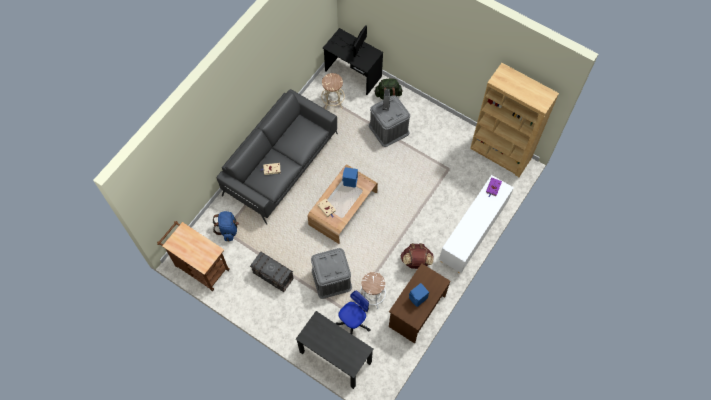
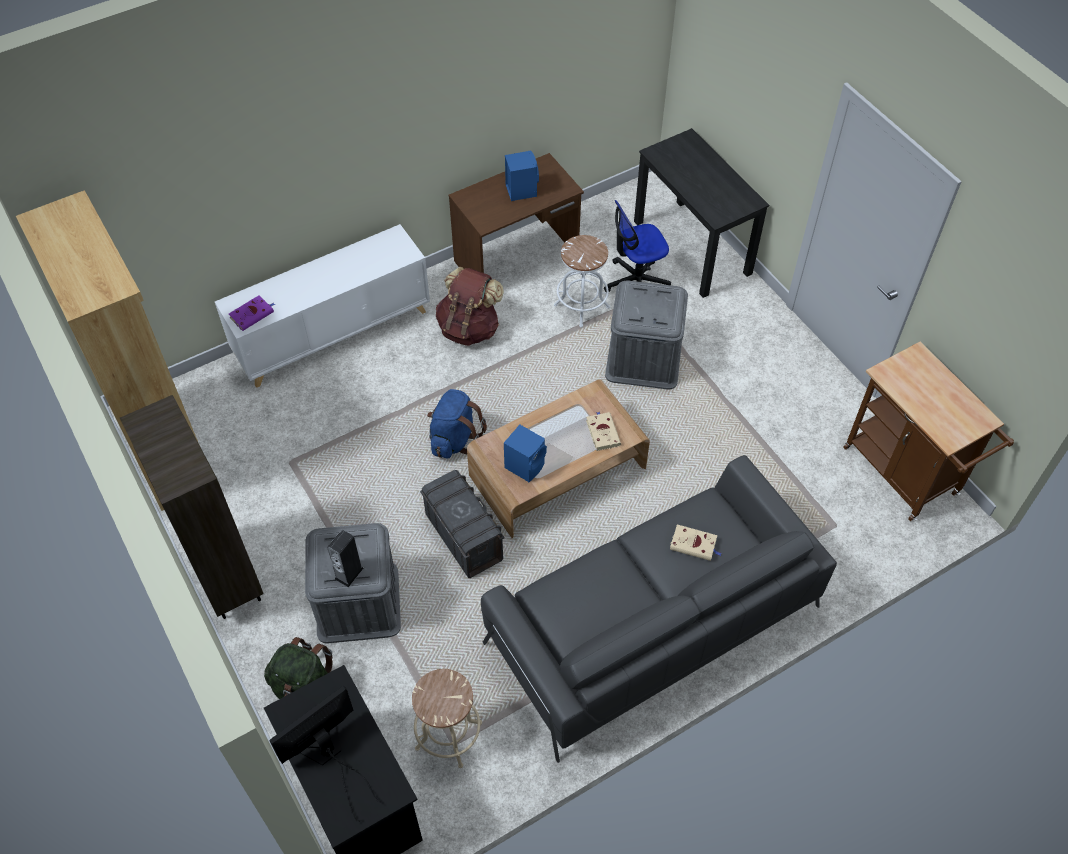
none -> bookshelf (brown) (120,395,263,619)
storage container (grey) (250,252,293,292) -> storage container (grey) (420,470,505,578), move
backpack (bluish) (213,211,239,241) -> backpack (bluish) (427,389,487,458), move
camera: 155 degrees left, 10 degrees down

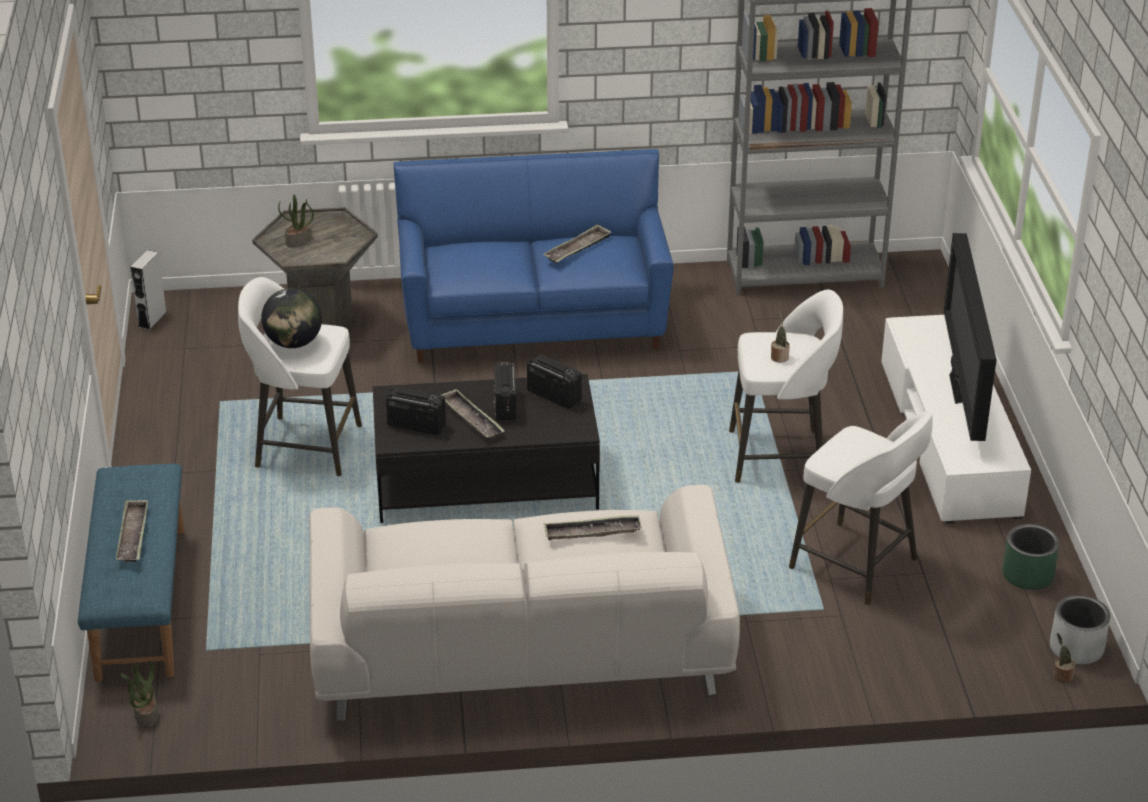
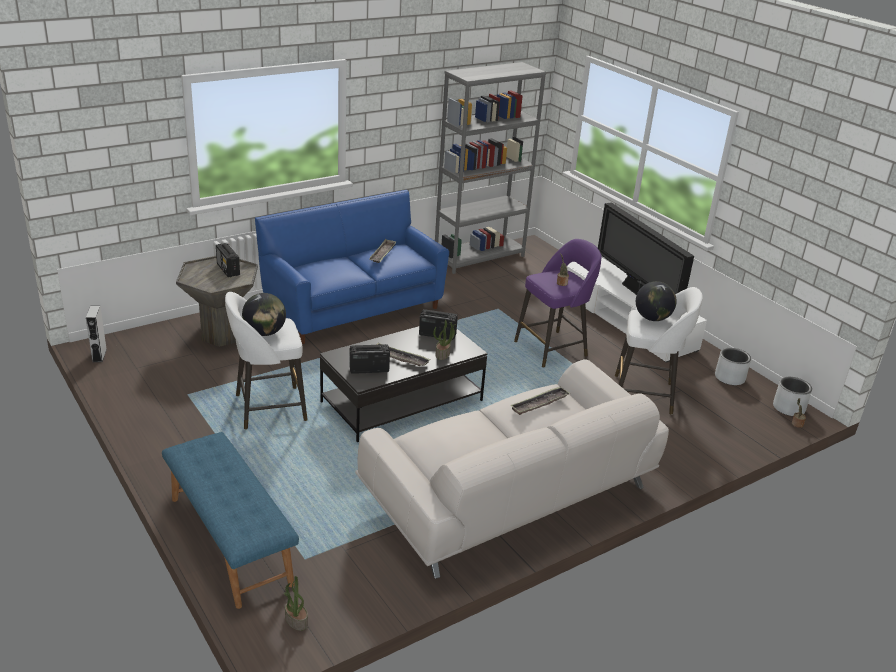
radio (494,361,516,421) -> radio (216,243,240,277), move
houseplant (278,194,314,248) -> houseplant (433,320,456,360), move
stool (whitish) (729,289,843,483) -> stool (purple-coloured) (514,239,602,367)
none -> world globe (636,281,676,321)
plant pot (greenish) (1002,524,1060,590) -> plant pot (grey) (715,348,751,385)
tray (116,500,148,562) -> none
camera: 30 degrees left, 5 degrees down

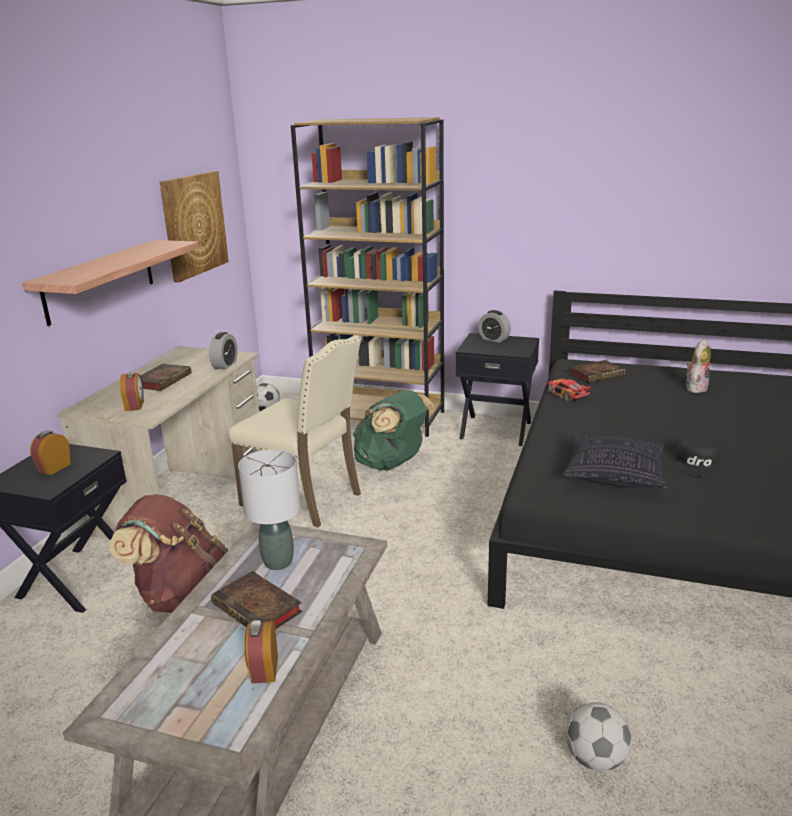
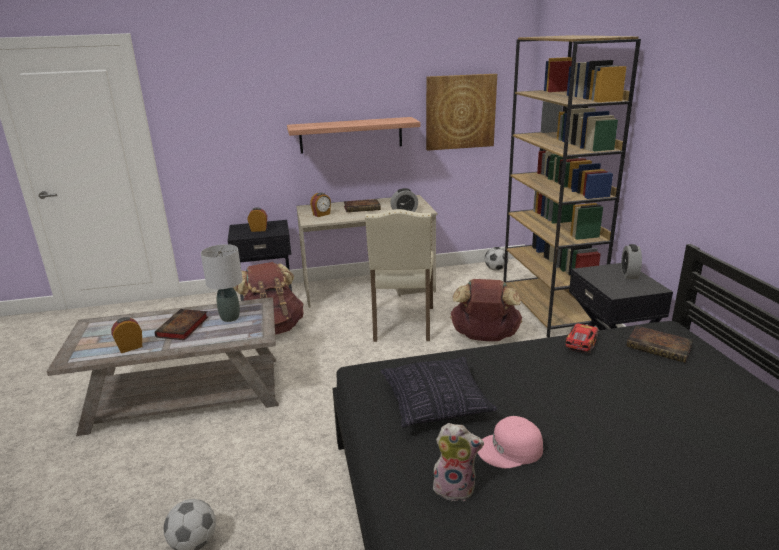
plush toy (686,339,711,393) -> plush toy (431,423,484,501), move
backpack (greenish) (353,390,435,470) -> backpack (brown) (450,279,522,341)
cap (black) (675,436,722,477) -> cap (pinkish) (478,416,543,468)
camera: 60 degrees right, 0 degrees up

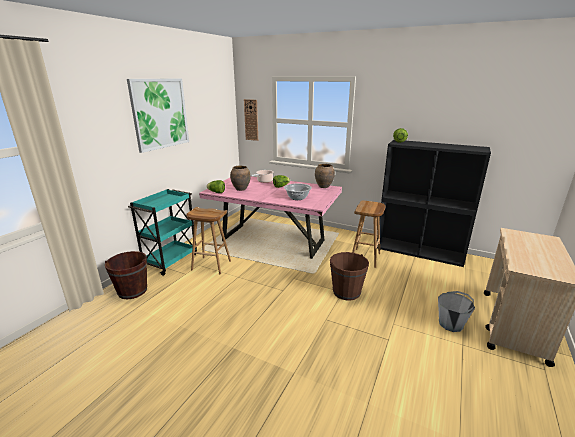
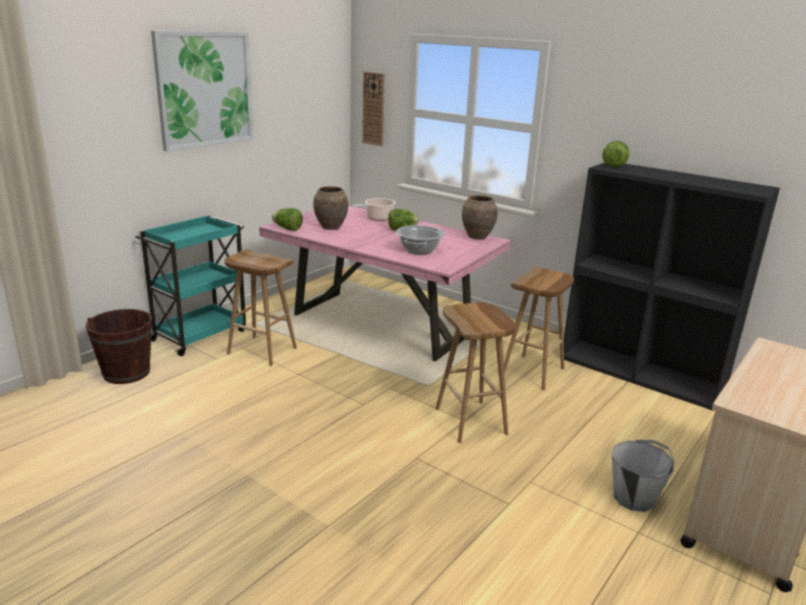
pail (brown) (330,252,369,300) -> stool (brown) (435,302,516,443)
camera: 10 degrees right, 0 degrees up

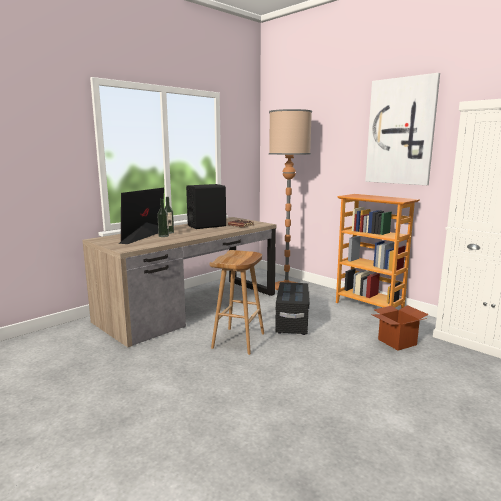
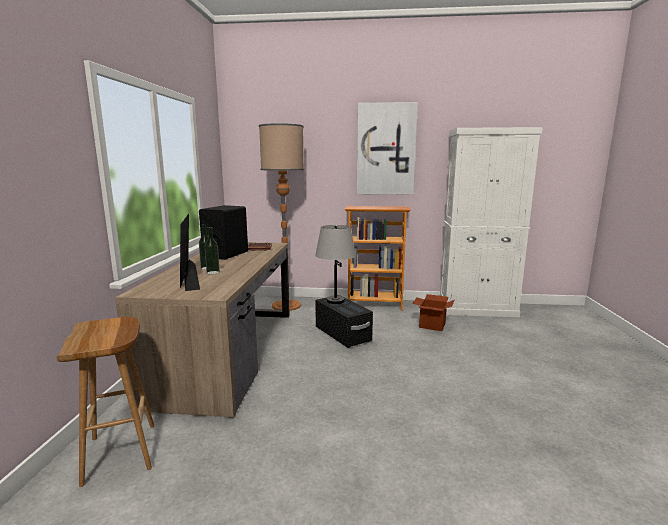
stool (brown) (210,250,264,355) -> stool (brown) (57,317,154,487), move
none -> table lamp (grey) (315,225,356,304)
camera: 40 degrees left, 0 degrees up

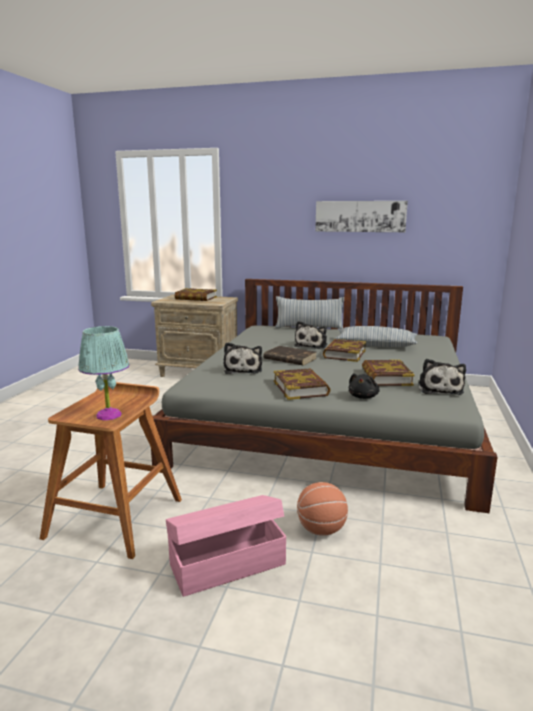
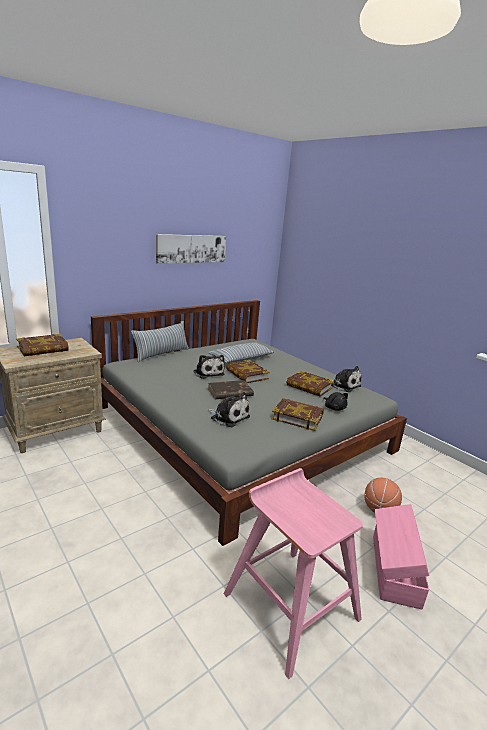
stool (brown) (40,382,182,559) -> stool (pinkish) (224,468,363,679)
table lamp (turquoise) (78,326,130,420) -> none
camera: 55 degrees left, 5 degrees up

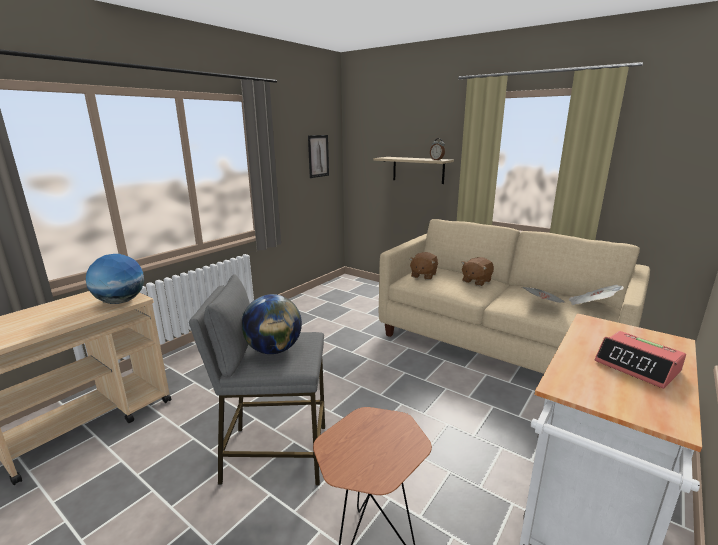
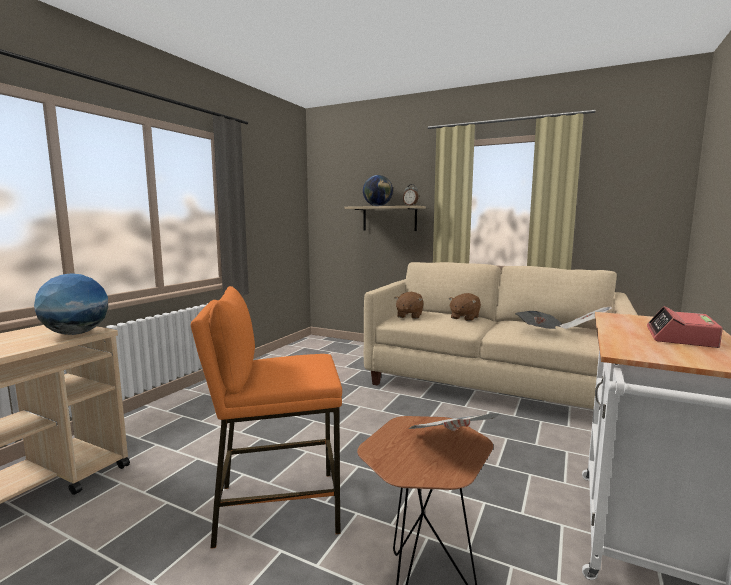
stool (grey) (189,275,325,485) -> stool (orangey) (191,286,342,549)
world globe (242,294,302,354) -> world globe (363,175,393,206), move
none -> newspaper (409,414,501,431)
alarm clock (595,331,686,389) -> alarm clock (647,306,723,348), 75 degrees clockwise
wall picture (308,135,329,178) -> none
camera: 10 degrees left, 10 degrees down

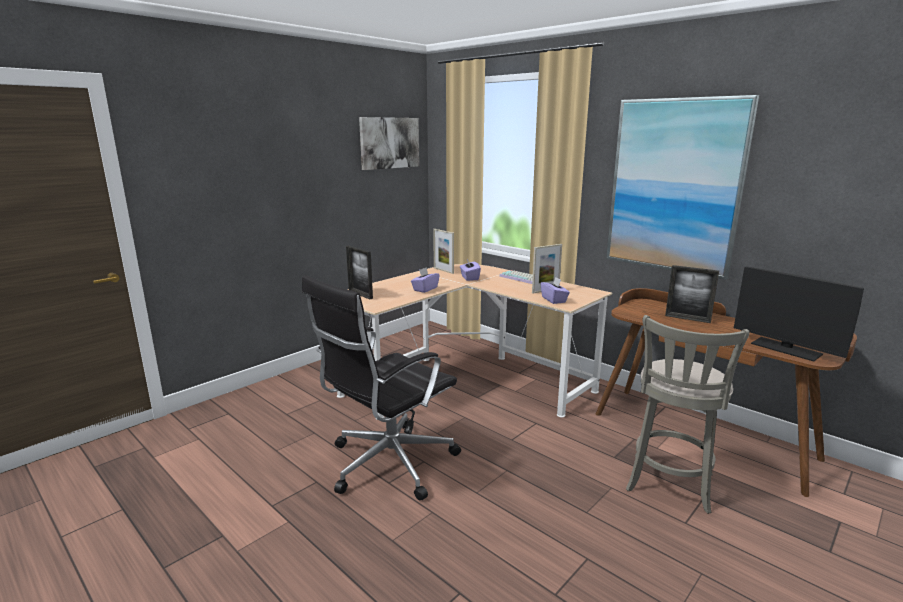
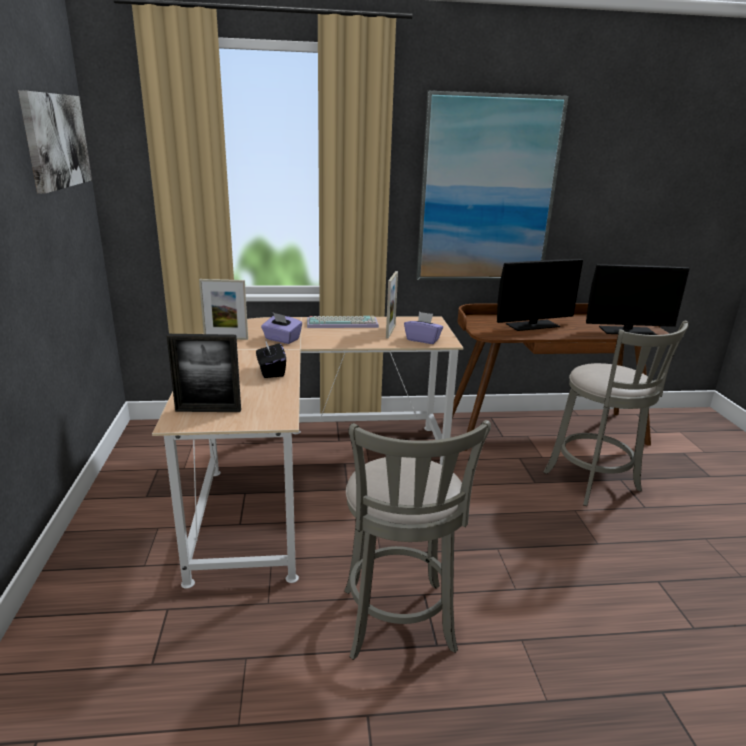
tissue box (purple-coloured) (411,267,440,293) -> tissue box (black) (256,339,286,378)
office chair (black) (302,275,461,500) -> stool (grey) (344,420,491,660)
standing frame (665,265,719,323) -> computer screen (497,259,583,331)
camera: 50 degrees left, 5 degrees up

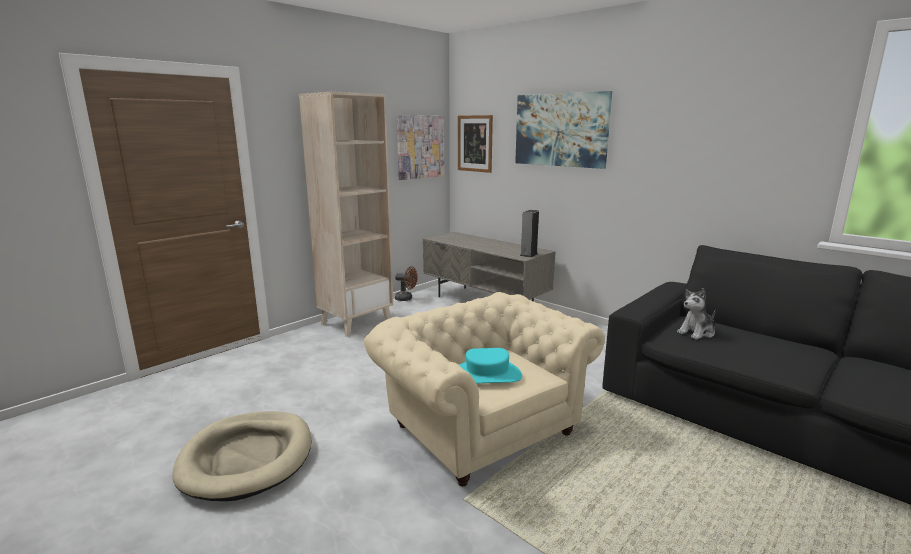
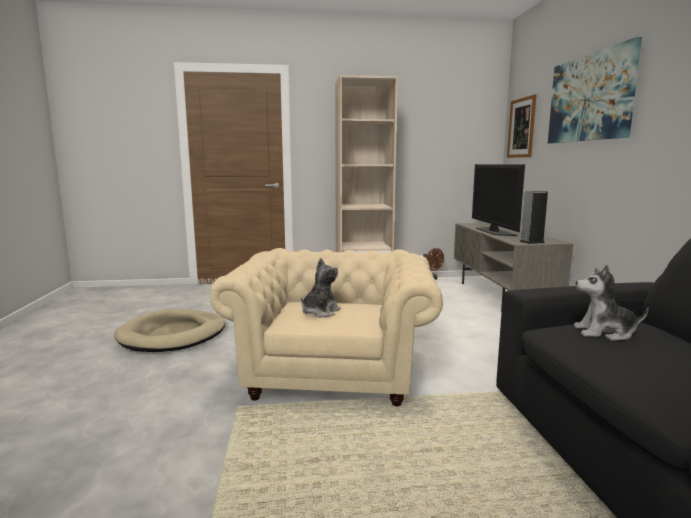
clothing hat (turquoise) (459,348,522,384) -> plush toy (301,258,341,317)
none -> TV set (472,164,525,236)
wall picture (397,115,444,180) -> none
camera: 40 degrees right, 5 degrees down

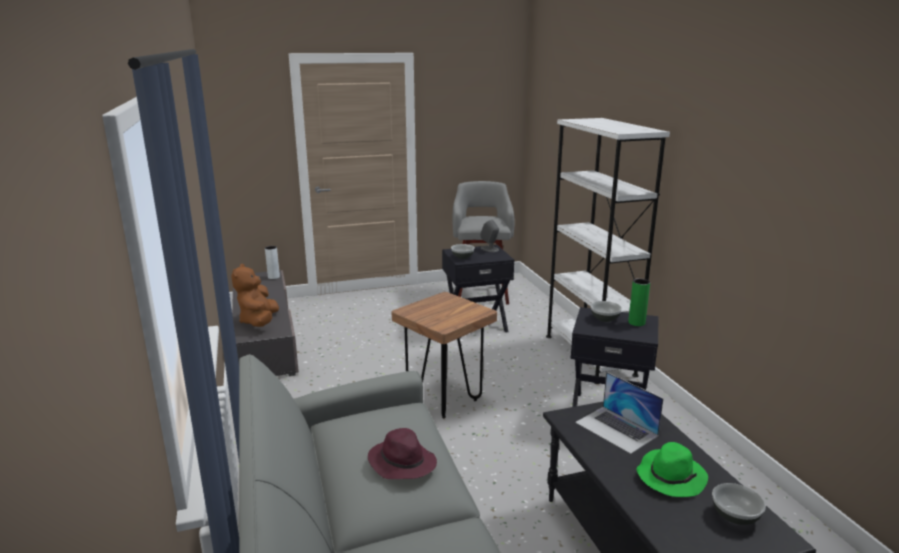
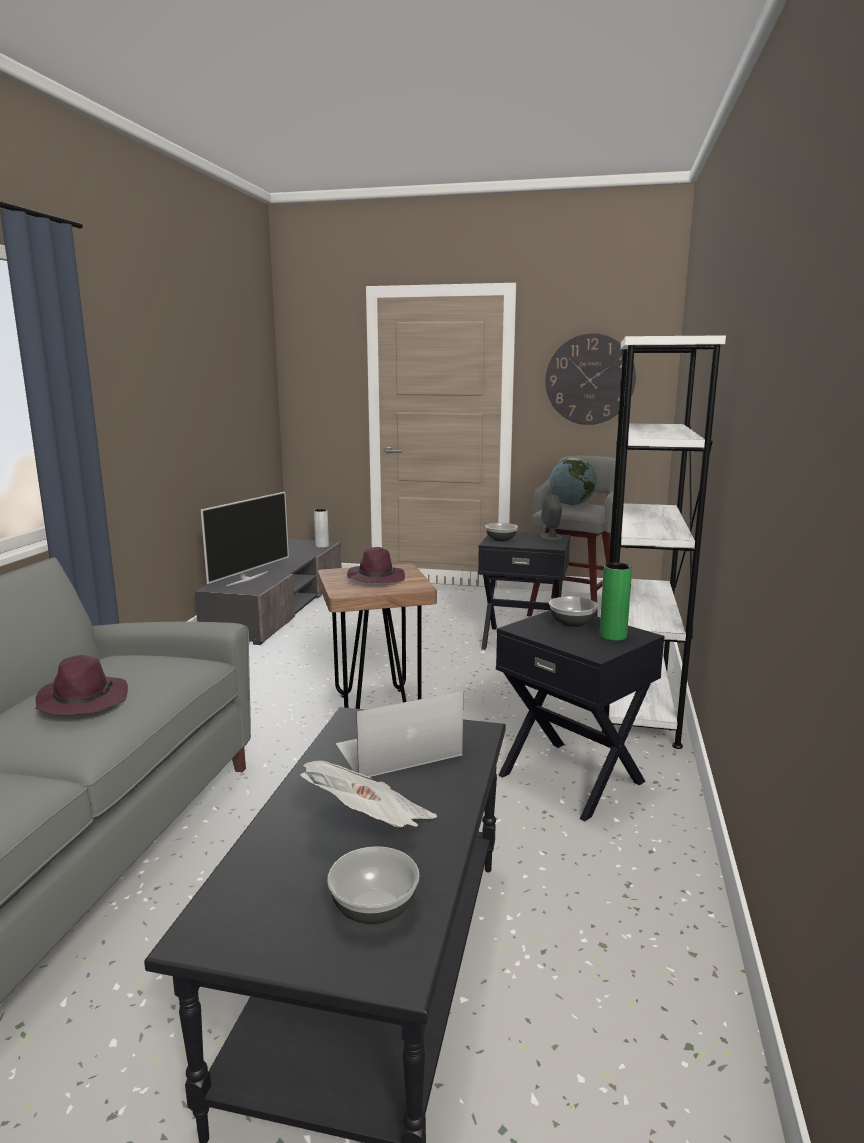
plush toy (brown) (231,264,279,327) -> TV set (201,492,289,586)
clothing hat (greenish) (636,442,708,497) -> newspaper (300,760,437,828)
portable computer (575,372,664,454) -> portable computer (336,691,463,777), 75 degrees clockwise
none -> clothing hat (purple-coloured) (347,547,405,583)
none -> clock on the wall (545,333,636,425)
none -> world globe (549,458,597,505)
camera: 30 degrees right, 5 degrees down

